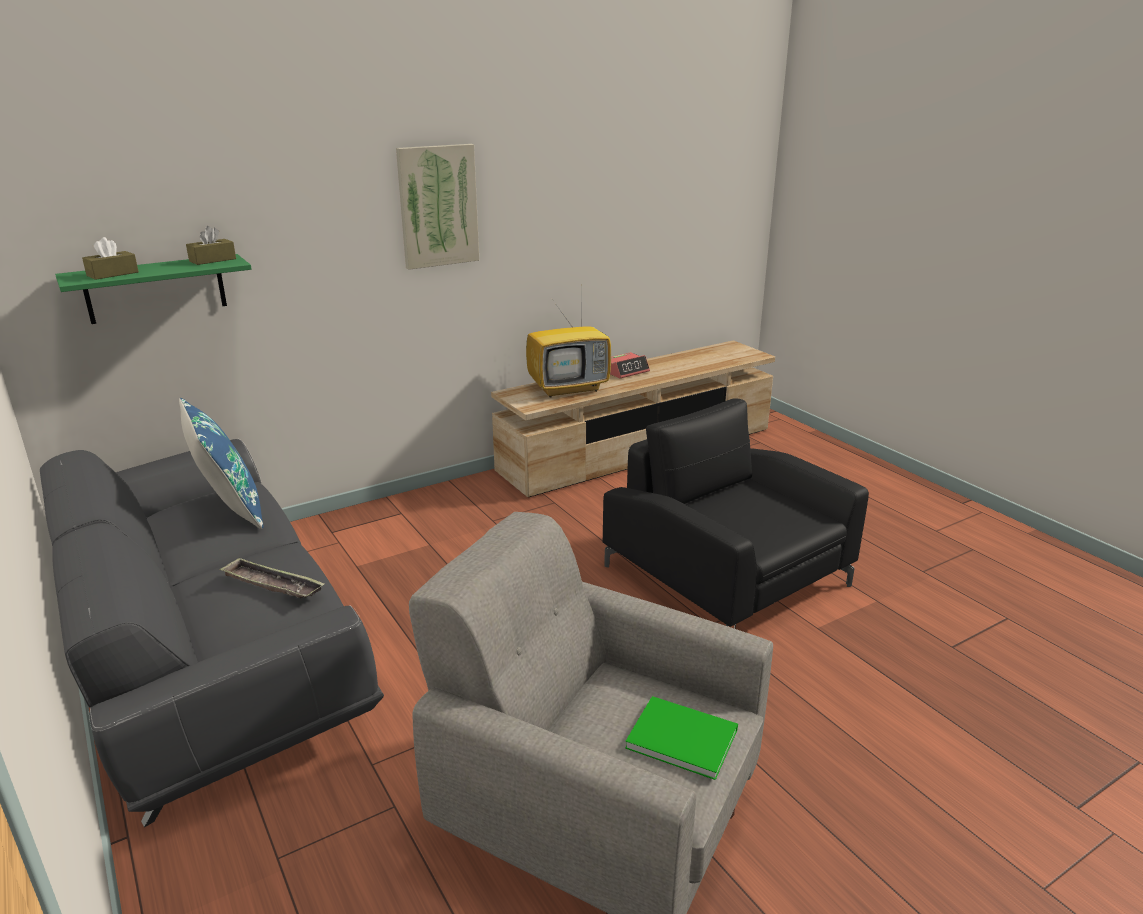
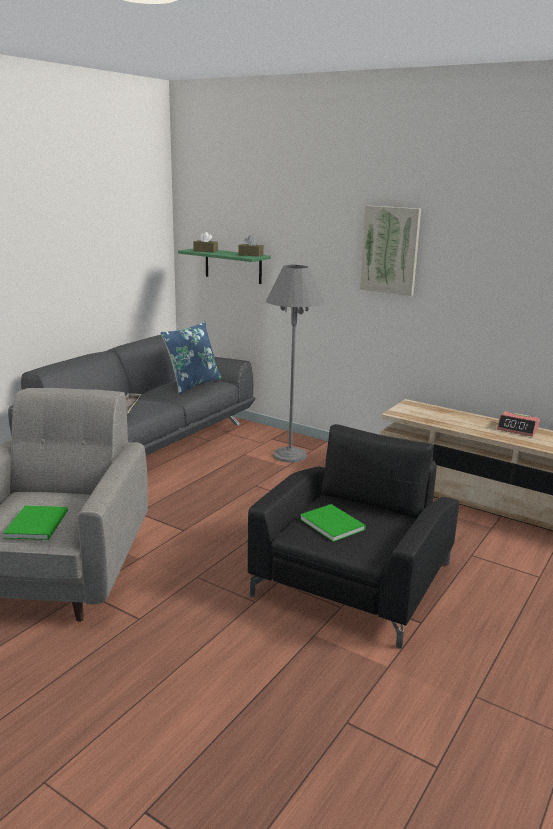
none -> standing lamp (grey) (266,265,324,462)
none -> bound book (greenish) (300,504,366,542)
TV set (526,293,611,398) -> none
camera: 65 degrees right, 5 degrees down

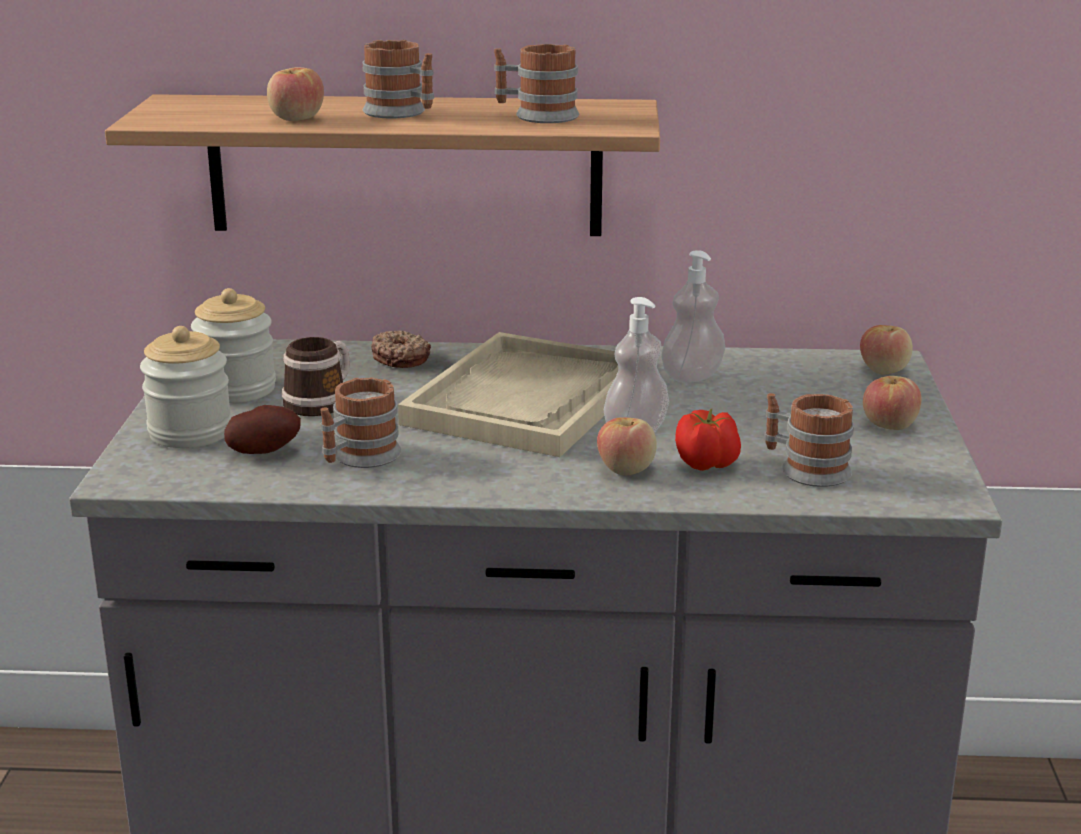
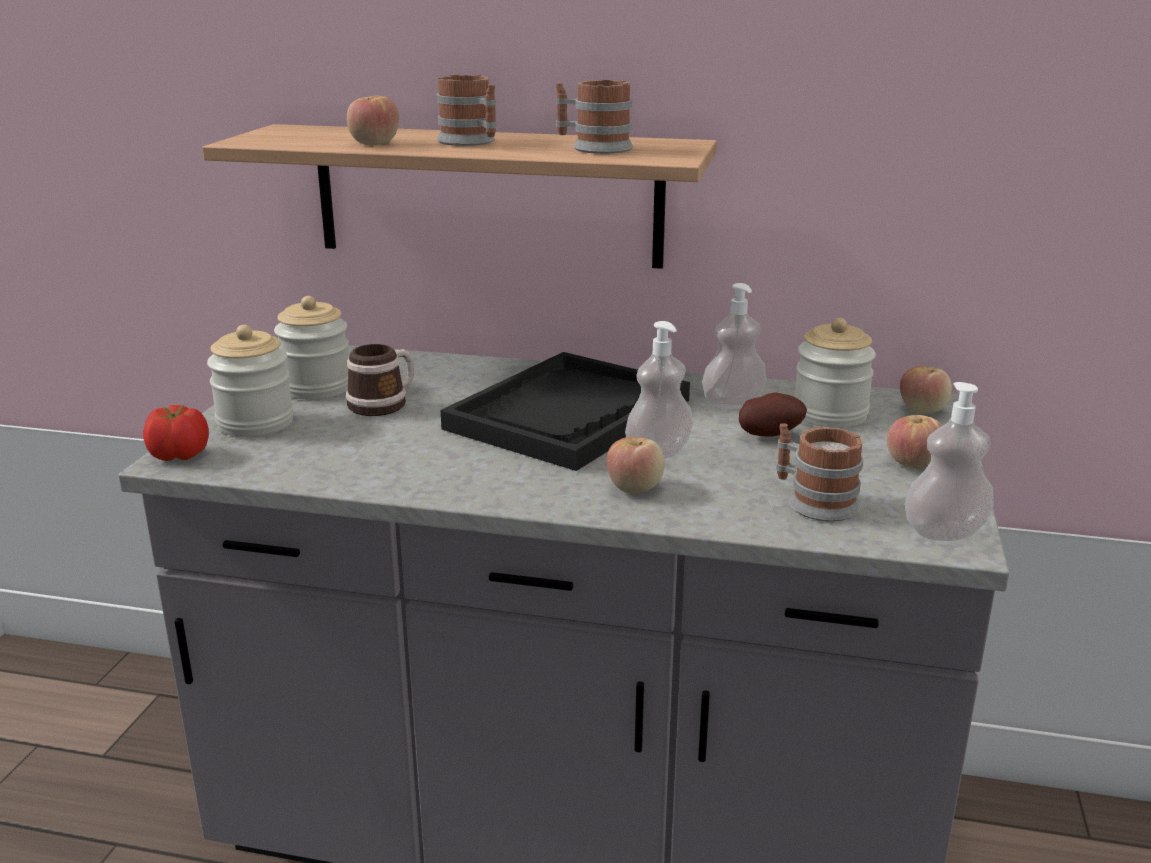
whole tomato (675,409,741,471) -> whole tomato (143,405,209,461), move
tray (beige-coloured) (398,332,618,457) -> tray (black) (441,352,690,471)
spud (224,405,301,454) -> spud (739,392,807,437), move
none -> jar (794,318,876,428)
none -> soap dispenser (905,382,994,541)
tea mug (320,377,401,468) -> none
donut (371,330,431,368) -> none
camera: 10 degrees right, 0 degrees up

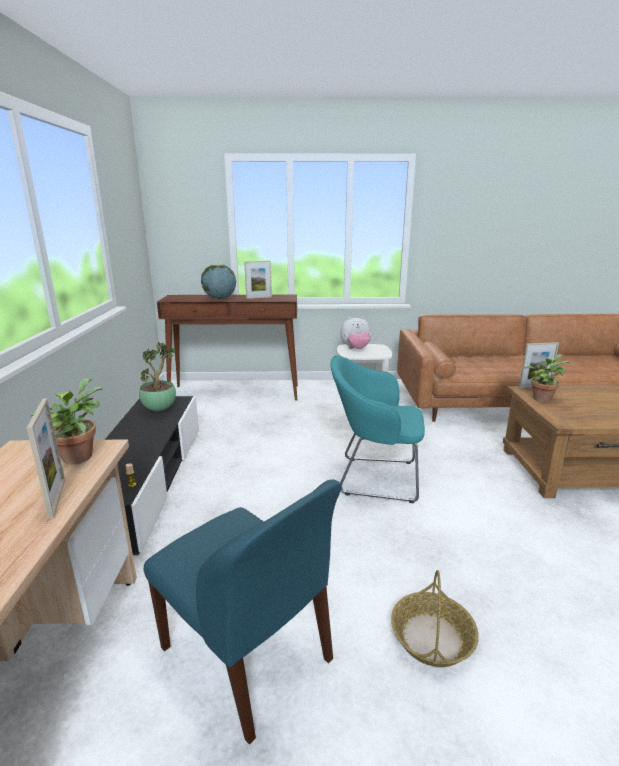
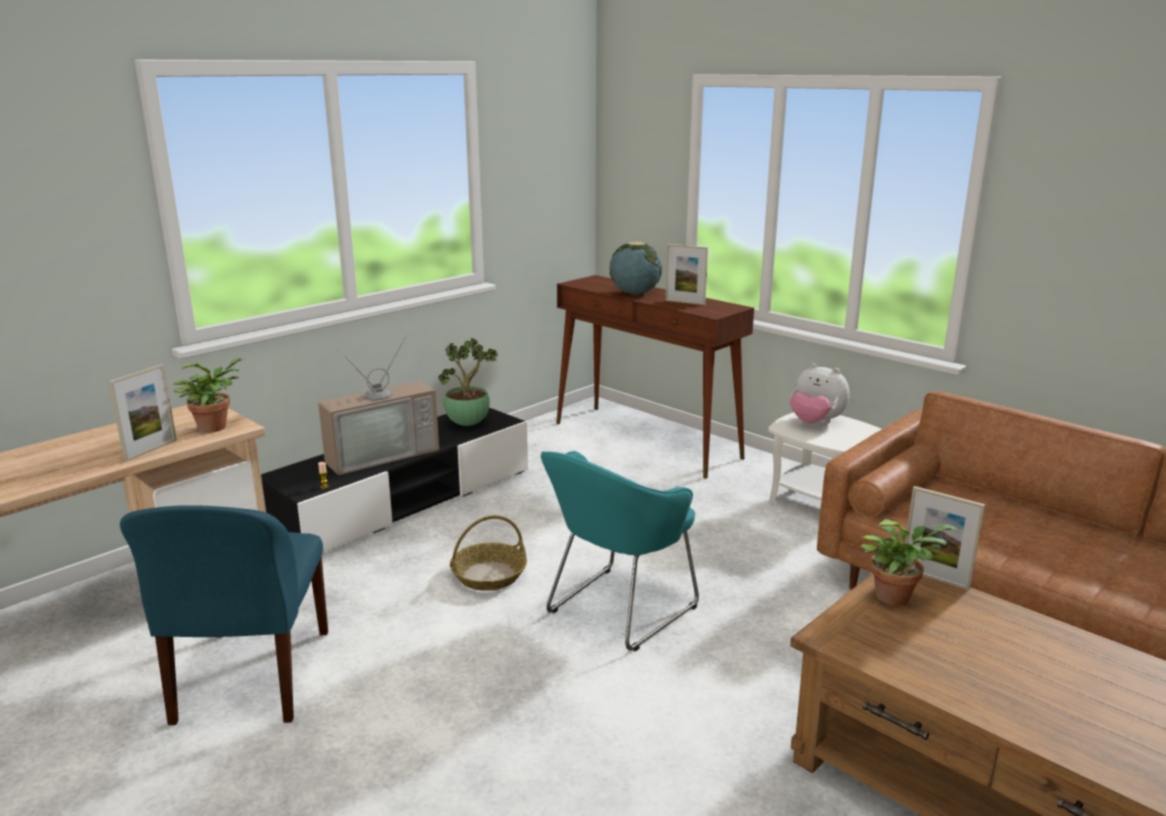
none -> TV set (318,337,439,475)
basket (391,570,479,667) -> basket (450,515,527,591), move
easy chair (turquoise) (331,355,425,503) -> easy chair (turquoise) (541,451,699,651), 105 degrees counterclockwise
camera: 45 degrees right, 0 degrees up

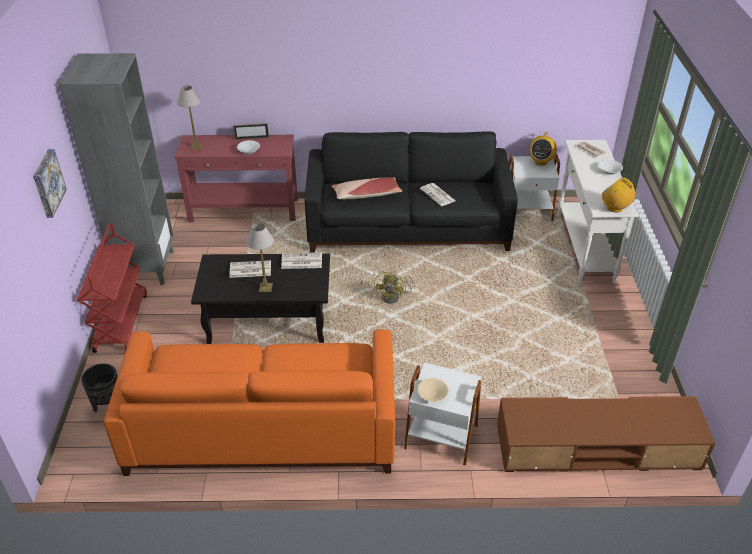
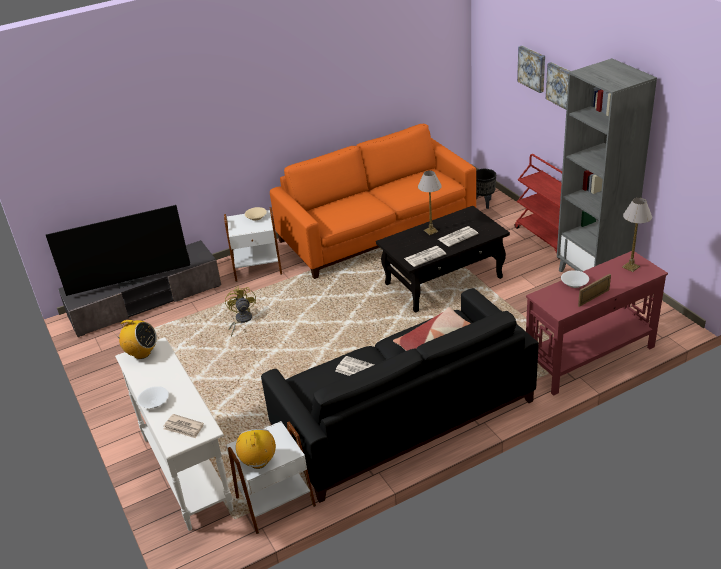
none -> TV set (46,205,190,296)
media console (brown) (497,396,716,472) -> media console (grey) (58,240,221,337)
fan (yellow) (374,270,413,304) -> fan (yellow) (225,286,256,337), move
none -> wall picture (517,46,545,93)
camera: 155 degrees right, 5 degrees down

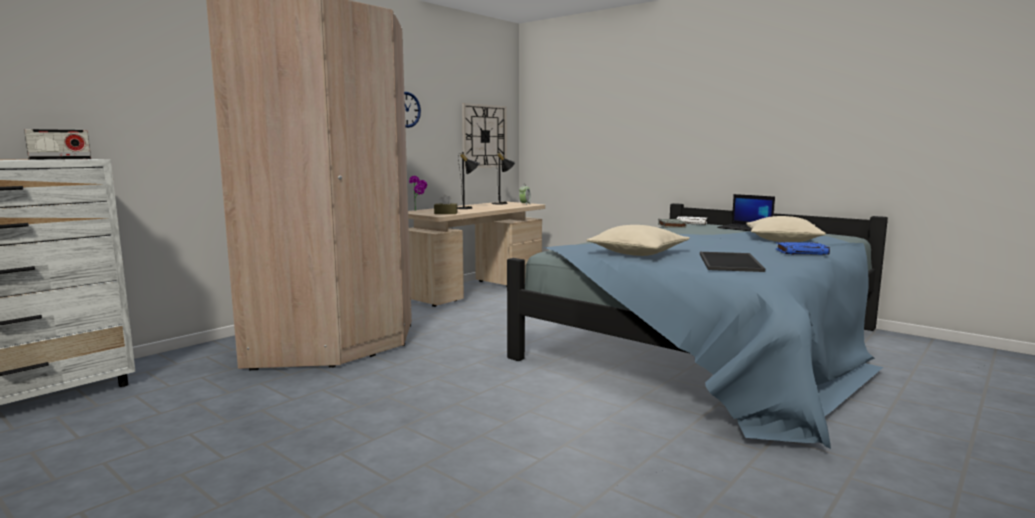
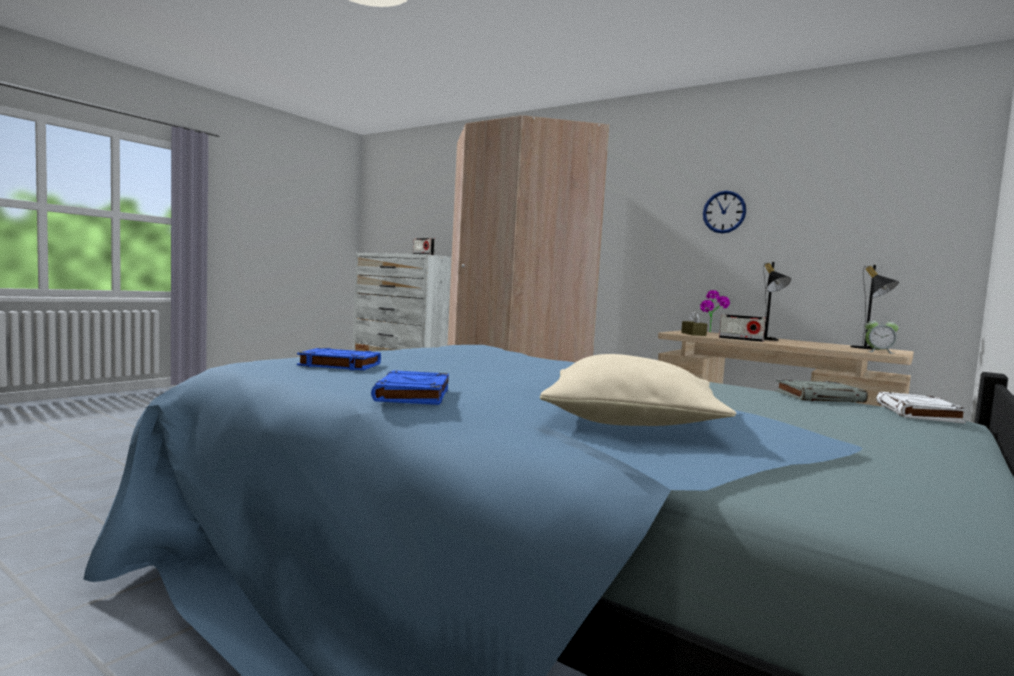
tray (700,252,765,272) -> bound book (bluish) (297,348,381,370)
none -> radio (719,314,767,342)
clock on the wall (462,103,507,168) -> none
throw pillow (beige-coloured) (586,225,690,256) -> none
portable computer (717,194,775,231) -> none
camera: 85 degrees right, 5 degrees down

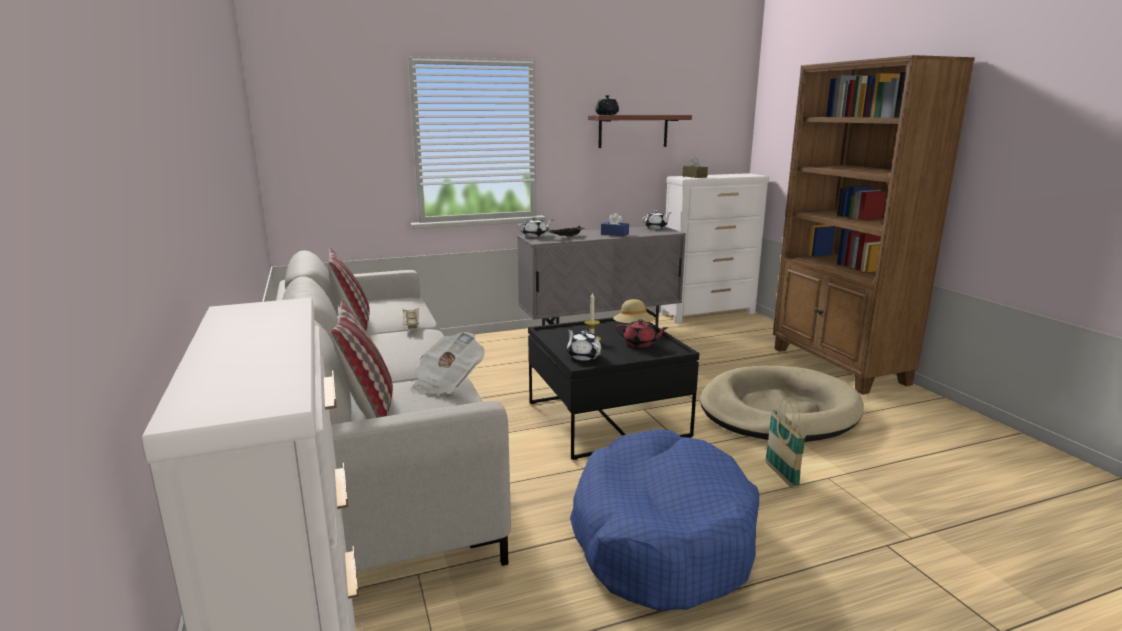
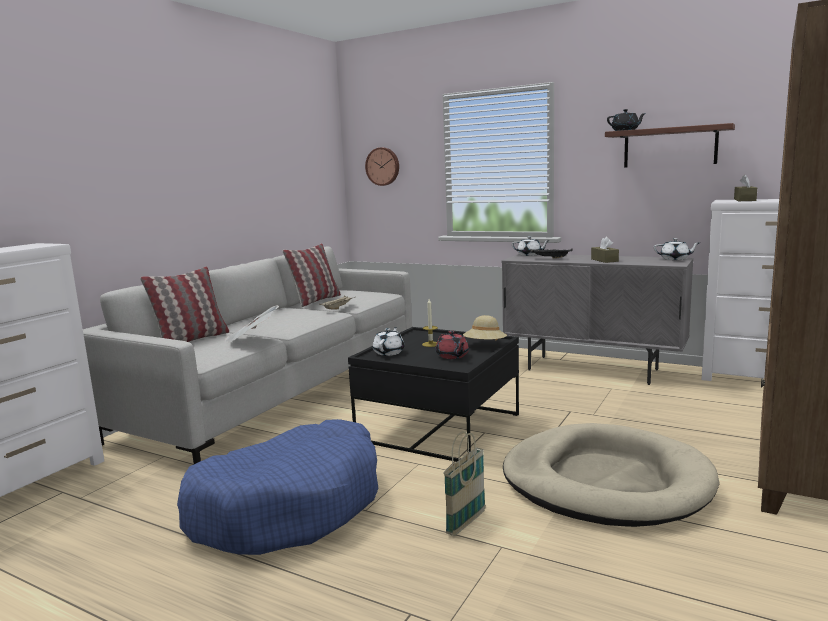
none -> clock on the wall (365,147,399,186)
tissue box (bluish) (601,213,629,237) -> tissue box (brown) (591,237,619,263)
camera: 50 degrees right, 5 degrees down

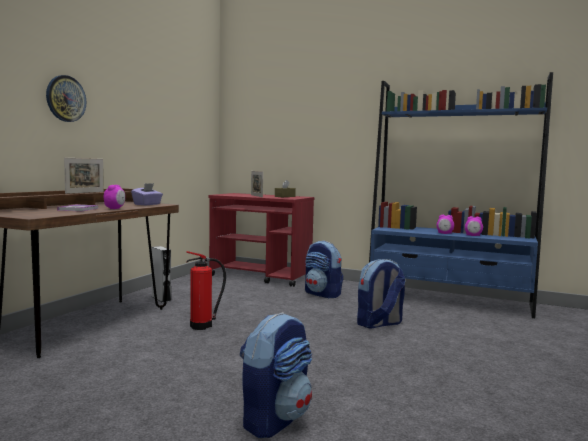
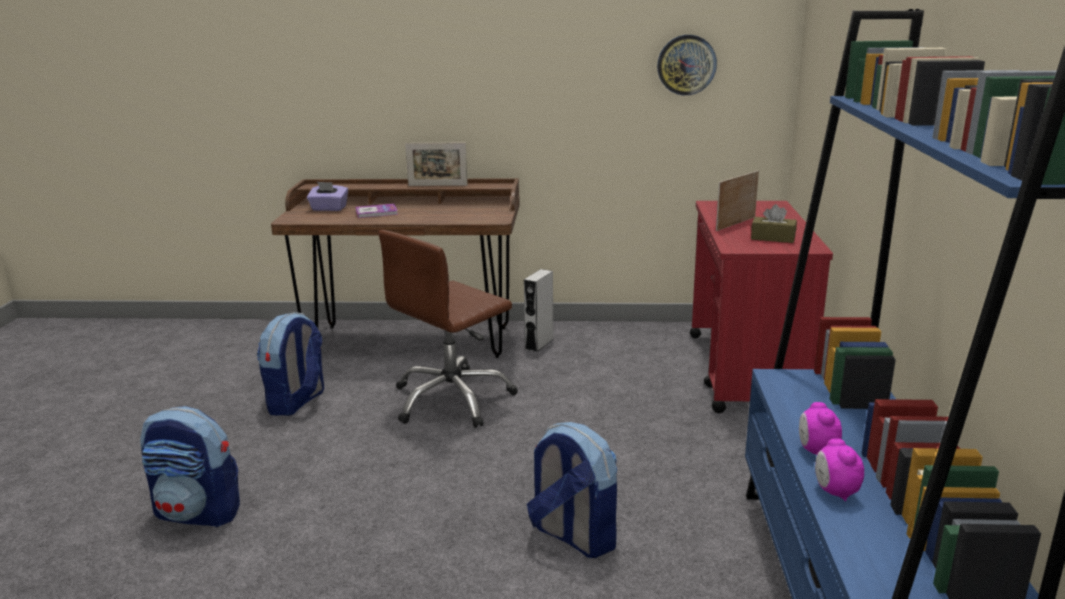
backpack (305,241,343,299) -> backpack (257,312,324,416), move
tissue box (purple-coloured) (131,183,163,205) -> tissue box (purple-coloured) (307,182,348,211), move
fire-fighting cylinder (186,251,226,330) -> office chair (brown) (378,230,518,428)
clock on the wall (46,75,86,122) -> clock on the wall (657,35,717,95), move
alarm clock (104,185,125,209) -> none
camera: 70 degrees right, 15 degrees up

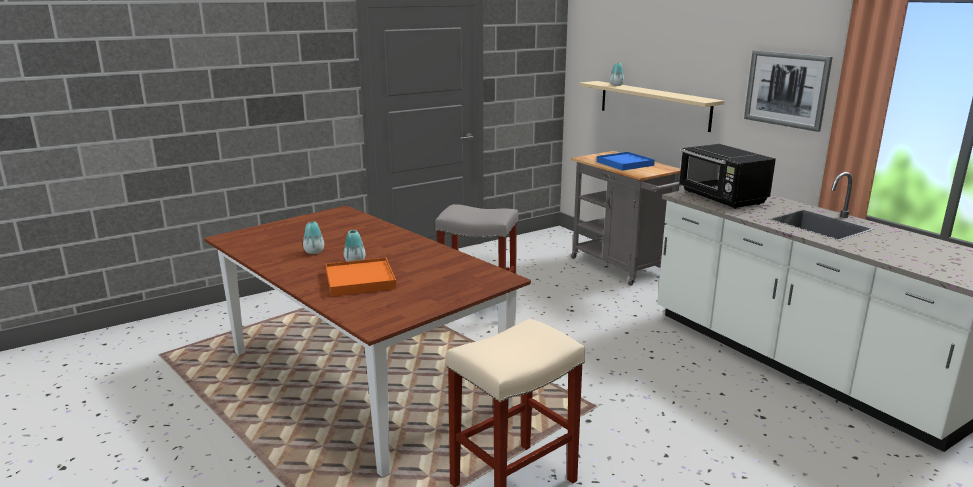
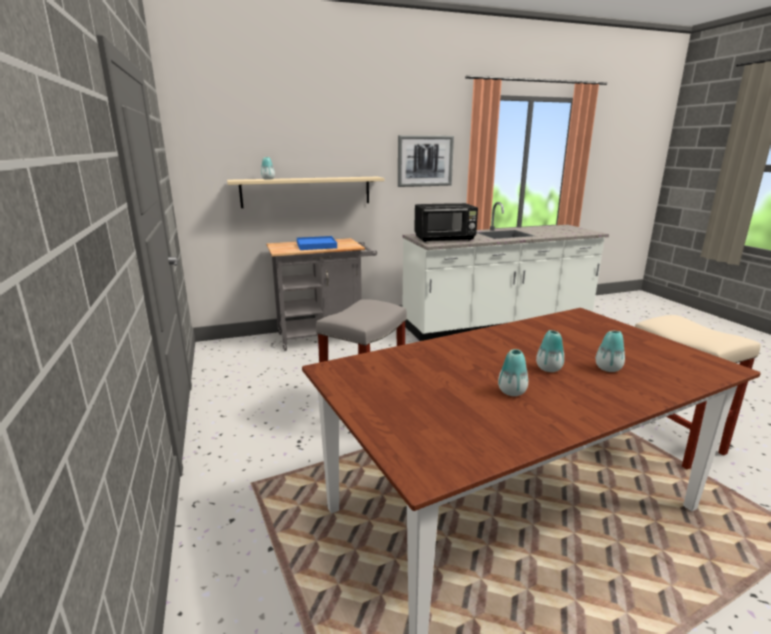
tray (orangey) (326,258,396,296) -> flower vase (596,331,625,372)
camera: 75 degrees left, 0 degrees up

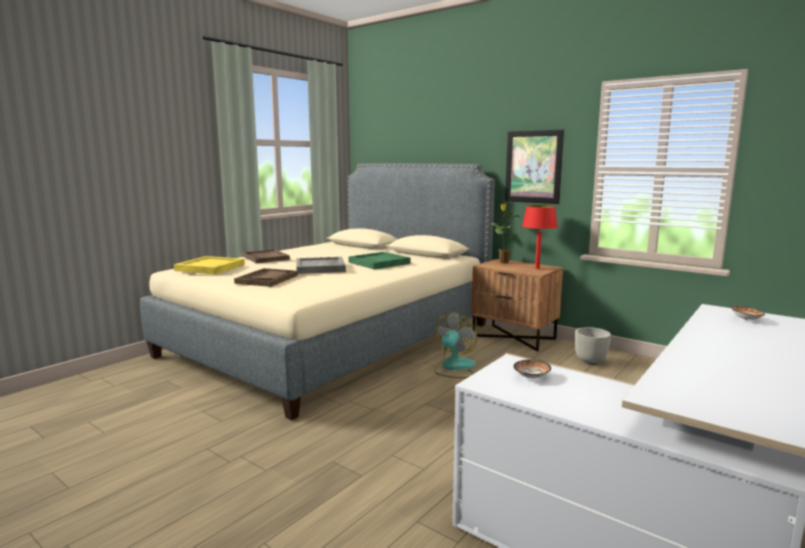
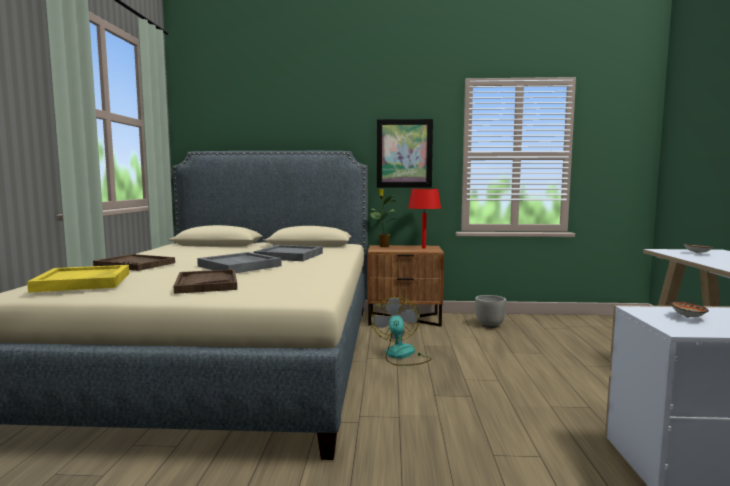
tray (greenish) (349,252,410,270) -> tray (grey) (254,245,323,261)
camera: 35 degrees left, 5 degrees down

